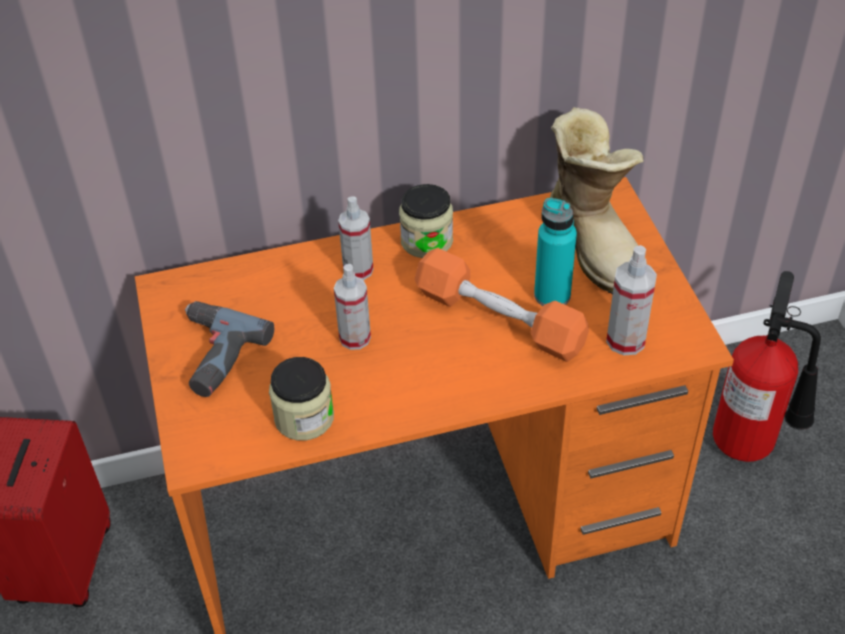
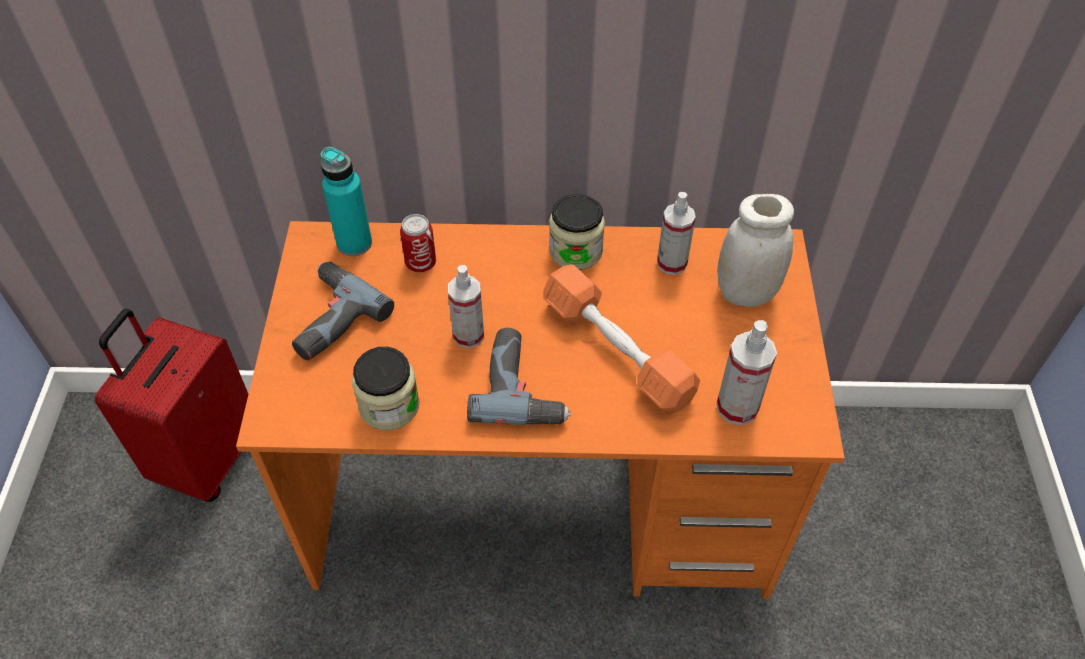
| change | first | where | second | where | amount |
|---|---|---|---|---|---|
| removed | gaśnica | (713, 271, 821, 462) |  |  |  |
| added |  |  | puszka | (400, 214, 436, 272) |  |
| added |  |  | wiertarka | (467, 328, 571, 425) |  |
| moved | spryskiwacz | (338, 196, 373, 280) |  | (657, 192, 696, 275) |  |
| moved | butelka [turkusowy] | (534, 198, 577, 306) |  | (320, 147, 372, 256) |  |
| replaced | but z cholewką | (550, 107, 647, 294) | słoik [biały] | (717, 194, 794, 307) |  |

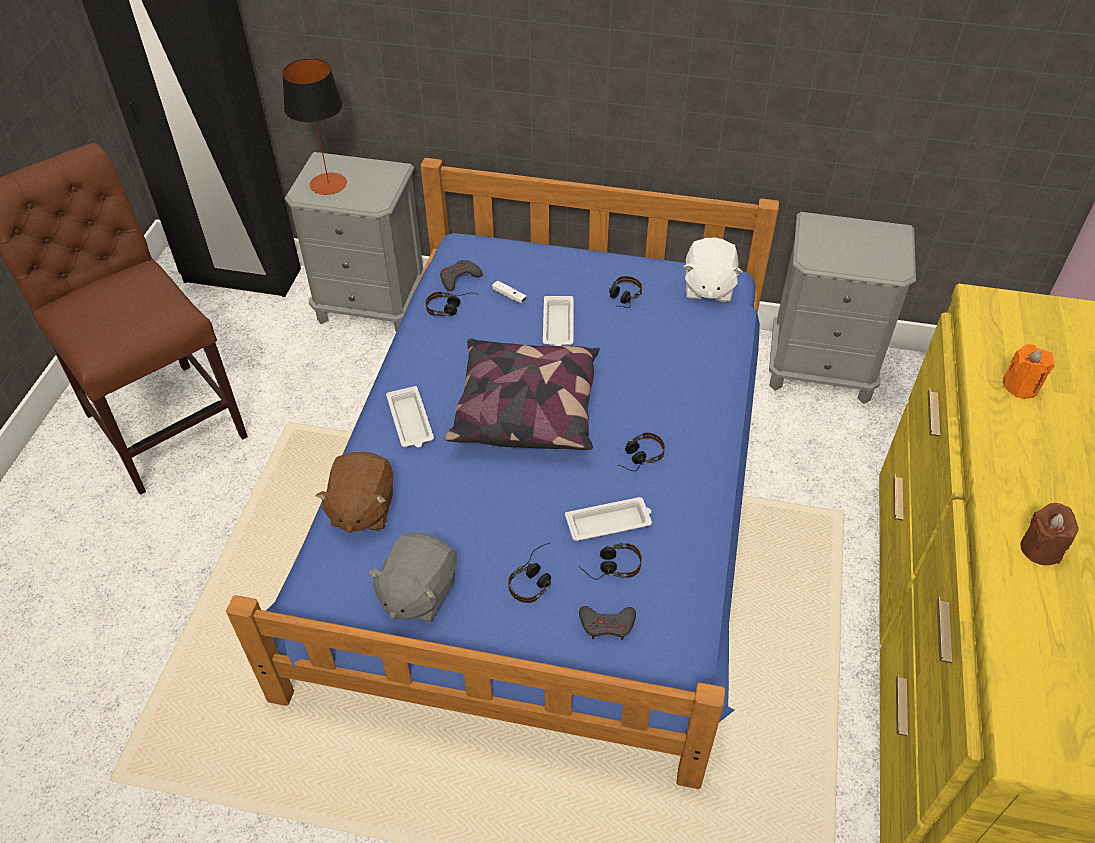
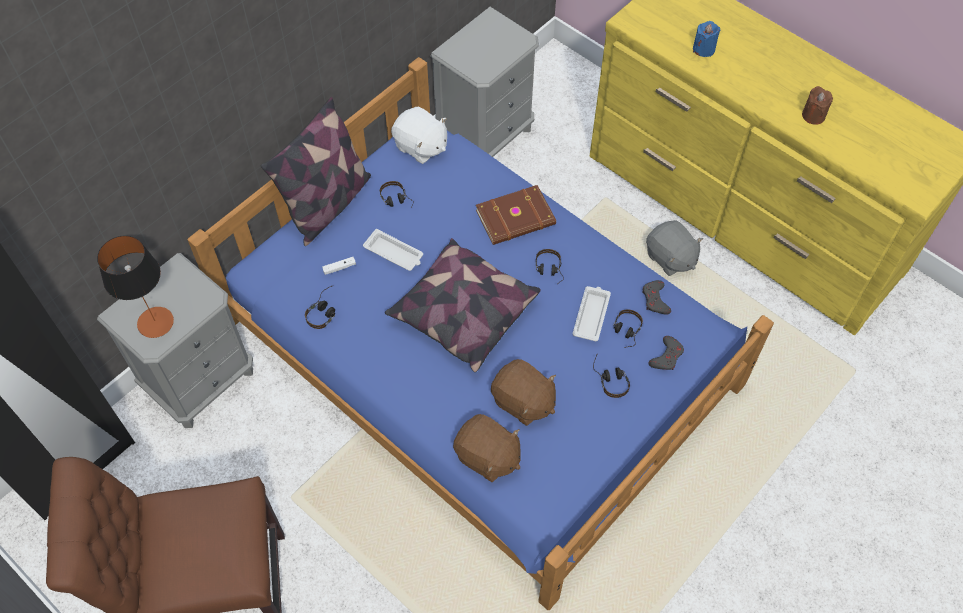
| change | first | where | second | where | amount |
|---|---|---|---|---|---|
| removed | taca [biały] | (386, 386, 434, 448) |  |  |  |
| added |  |  | poduszka | (261, 97, 371, 246) |  |
| added |  |  | książka [brązowy] | (476, 185, 556, 245) |  |
| added |  |  | pluszak [brązowy] | (491, 359, 556, 426) |  |
| moved | pluszak [szary] | (368, 533, 457, 622) |  | (646, 220, 703, 276) |  |
| moved | pad do gier [szary] | (440, 260, 483, 291) |  | (642, 280, 671, 315) |  |
| recoloured | świeca [pomarańczowy] | (1003, 344, 1055, 398) | świeca [niebieski] | (693, 21, 720, 57) |  |

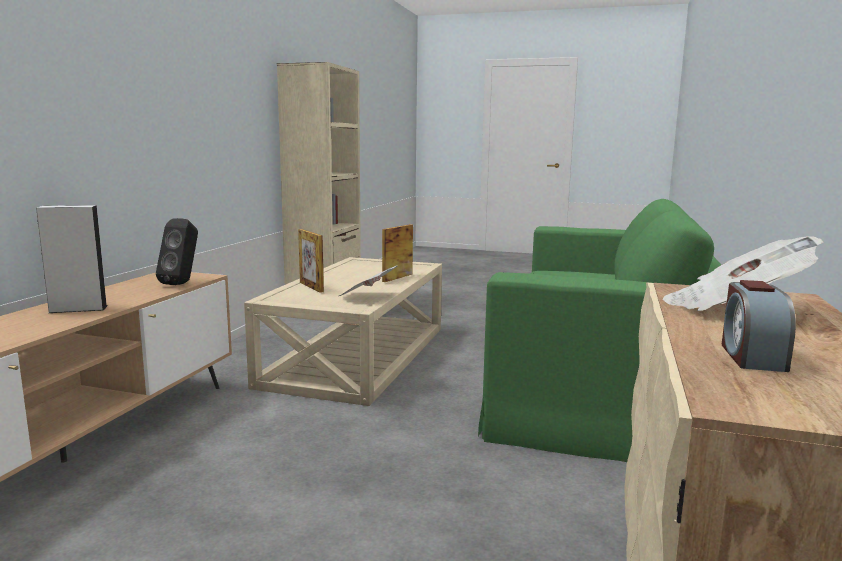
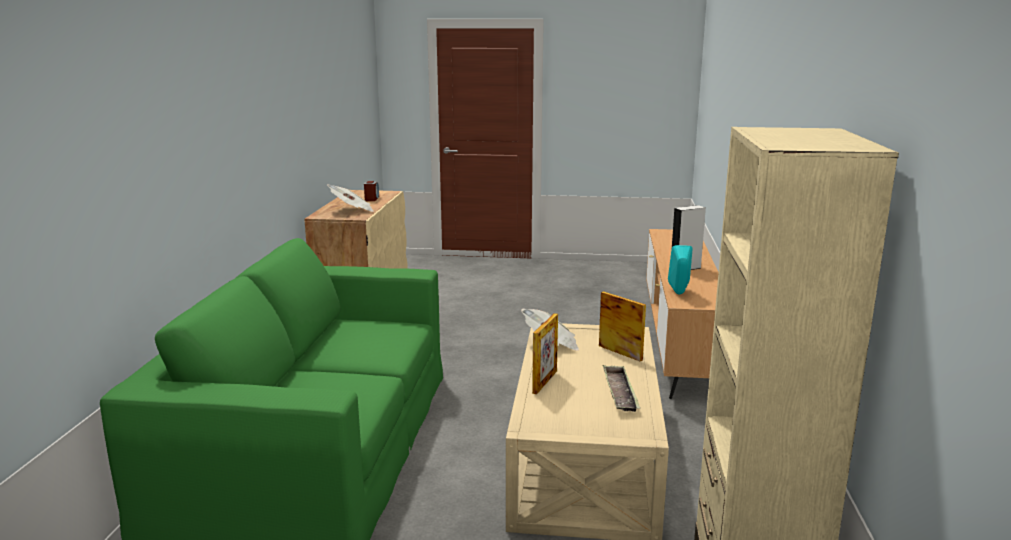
| change | first | where | second | where | amount |
|---|---|---|---|---|---|
| added |  |  | taca | (603, 366, 640, 412) |  |
| recoloured | głośnik [czarny] | (156, 218, 198, 285) | głośnik [turkusowy] | (668, 245, 692, 294) |  |

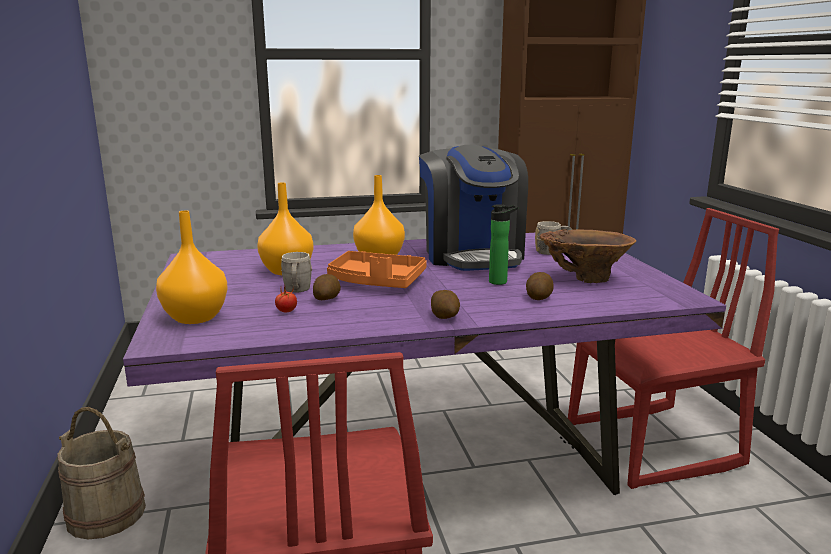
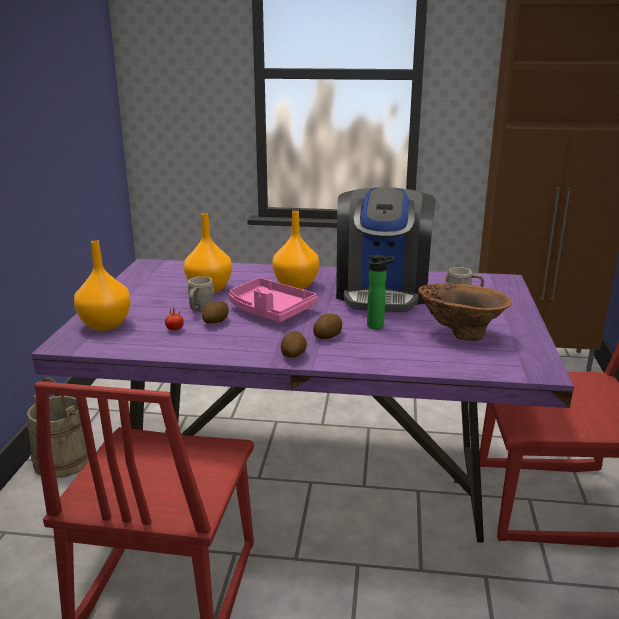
| change | first | where | second | where | amount |
|---|---|---|---|---|---|
| moved | ziemniak | (526, 272, 554, 300) |  | (313, 314, 342, 339) |  |
| recoloured | taca [pomarańczowy] | (327, 251, 427, 288) | taca [różowy] | (228, 278, 318, 322) |  |

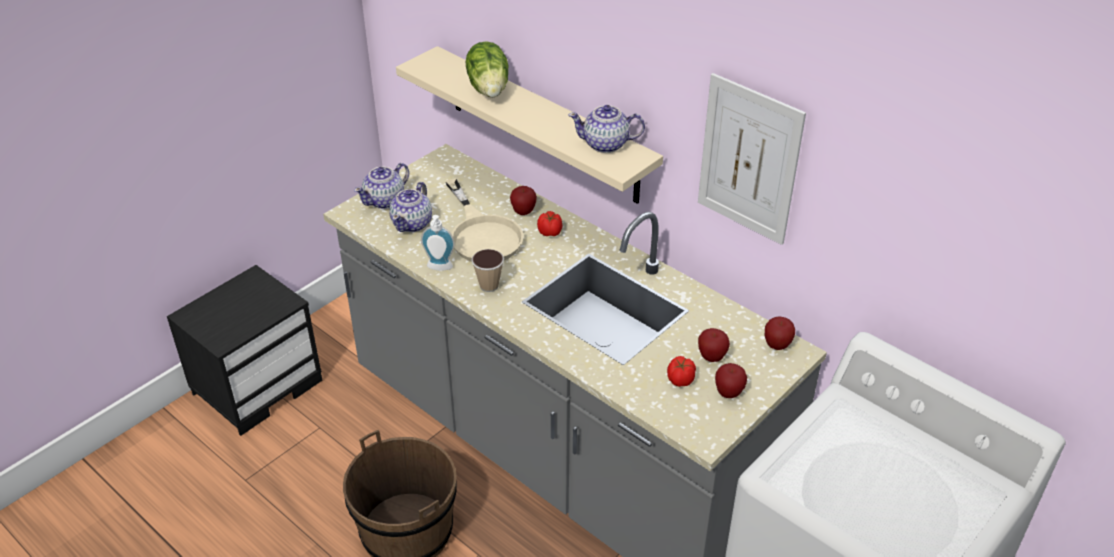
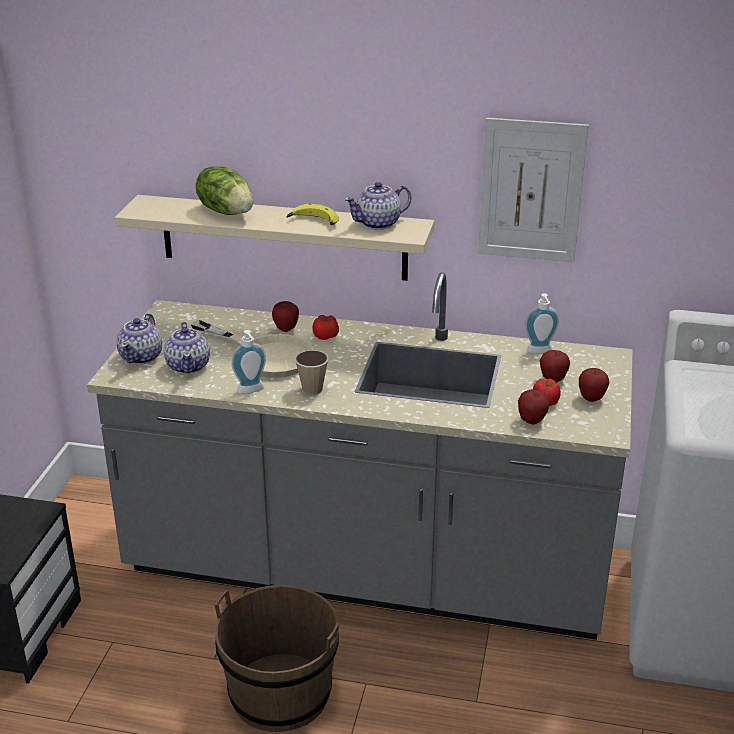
| change | first | where | second | where | amount |
|---|---|---|---|---|---|
| added |  |  | banan | (287, 204, 339, 225) |  |
| added |  |  | dozownik mydła | (525, 293, 559, 354) |  |
| moved | jabłko | (765, 316, 795, 350) |  | (518, 389, 549, 425) |  |

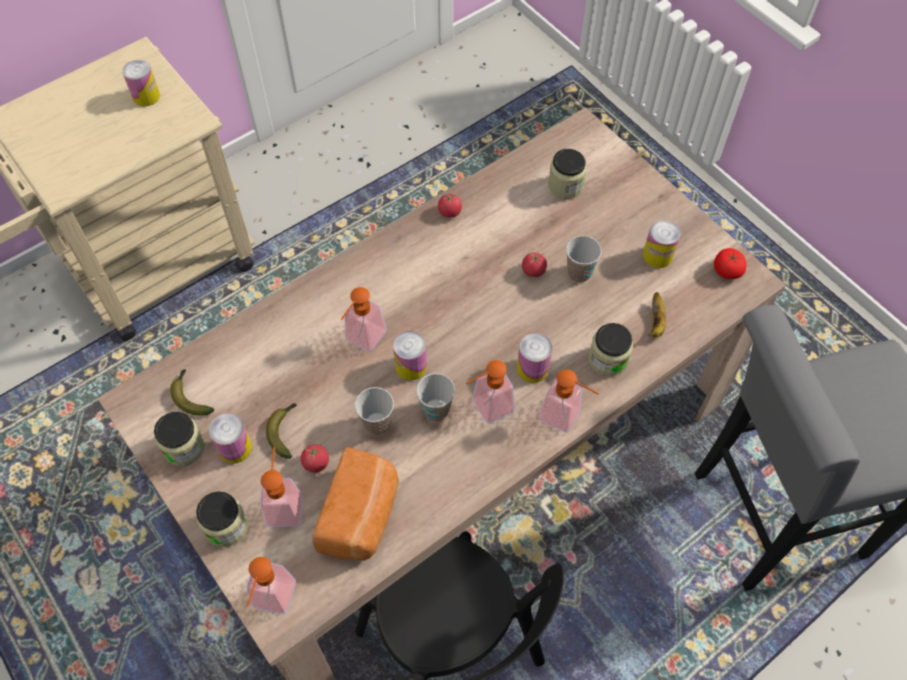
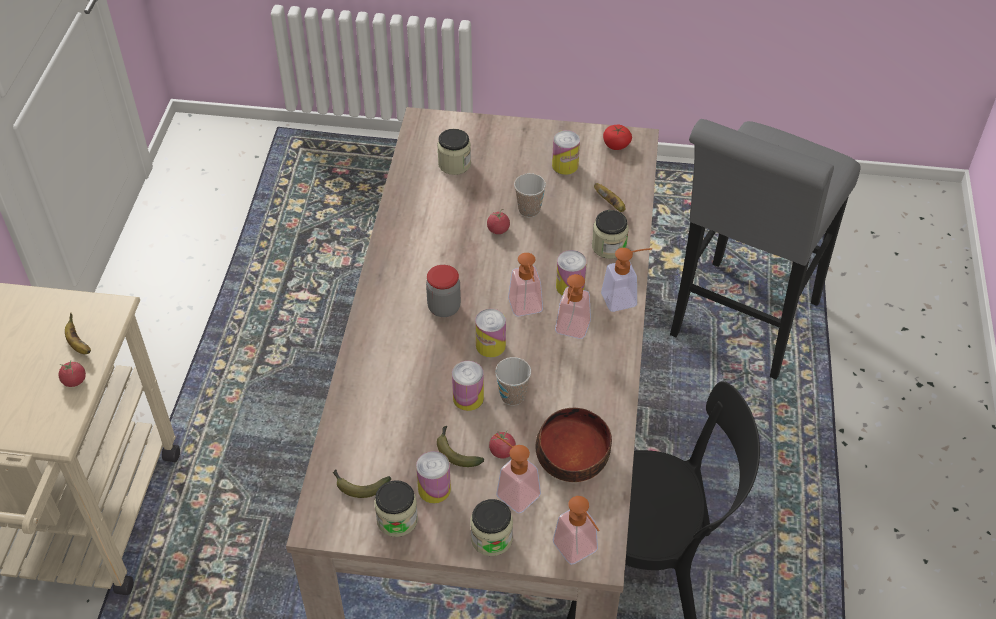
| change | first | where | second | where | amount |
|---|---|---|---|---|---|
| removed | filiżanka | (416, 373, 455, 421) |  |  |  |
| added |  |  | banan | (65, 313, 91, 354) |  |
| added |  |  | słoik | (426, 265, 461, 317) |  |
| moved | puszka | (122, 60, 160, 106) |  | (452, 361, 484, 411) |  |
| moved | dozownik mydła | (341, 287, 387, 351) |  | (508, 253, 543, 317) |  |
| moved | pomidor | (438, 192, 462, 218) |  | (59, 361, 86, 387) |  |
| replaced | chleb | (312, 447, 399, 561) | miska | (536, 408, 612, 482) |  |

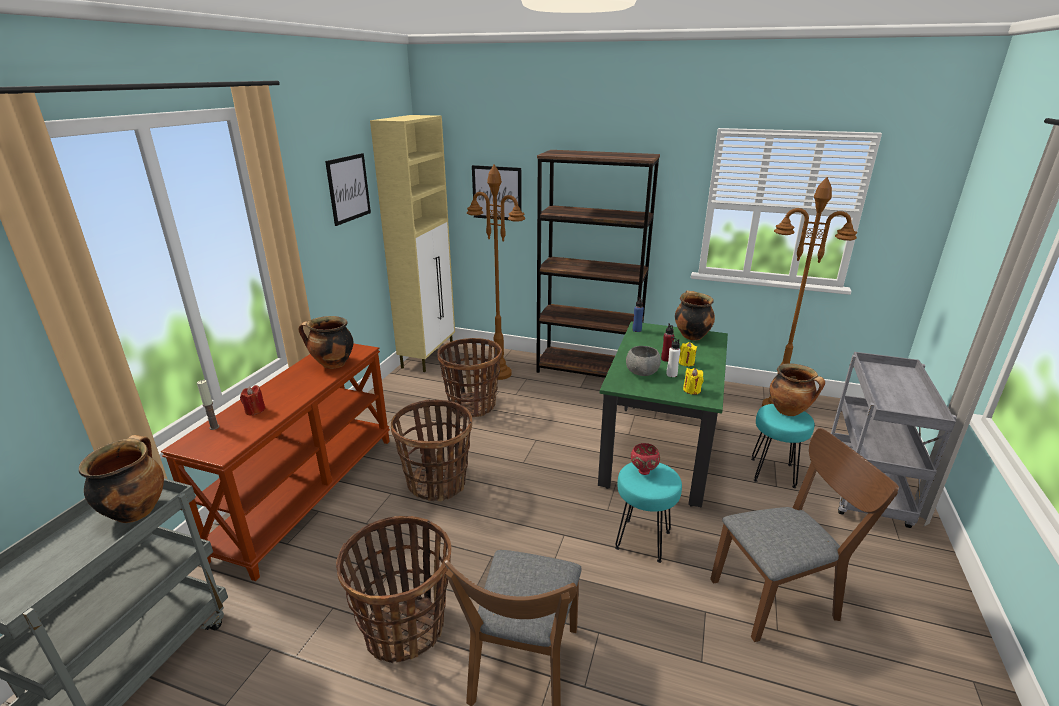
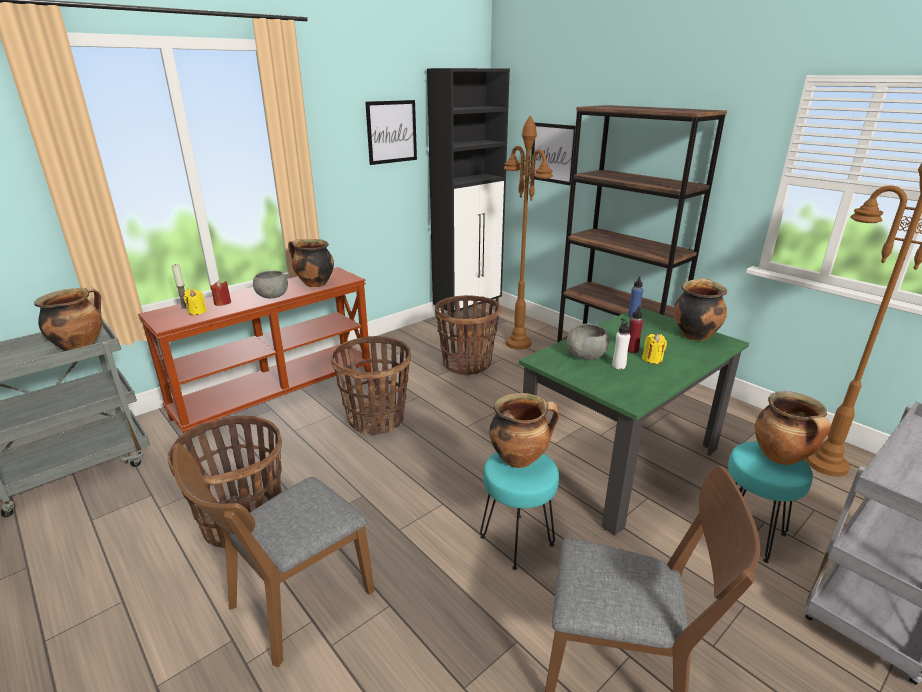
| change | first | where | second | where | amount |
|---|---|---|---|---|---|
| added |  |  | miska [szary] | (253, 271, 288, 298) |  |
| moved | świeca [żółty] | (683, 368, 703, 395) |  | (183, 289, 207, 315) |  |
| replaced | miska [czerwony] | (631, 443, 660, 475) | garnek | (490, 393, 559, 468) |  |
| recoloured | szafka [beżowy] | (370, 115, 455, 372) | szafka [czarny] | (427, 68, 510, 326) |  |

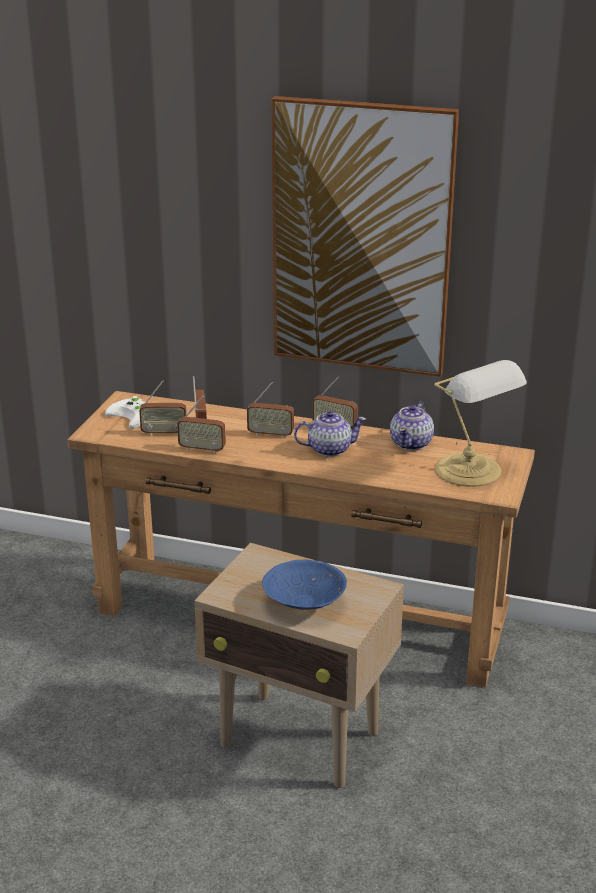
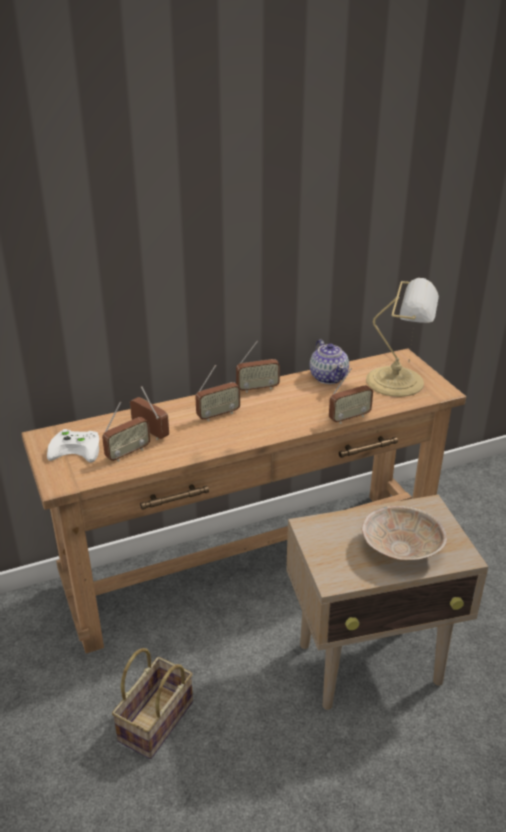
| change | first | where | second | where | amount |
|---|---|---|---|---|---|
| removed | obraz | (271, 96, 459, 377) |  |  |  |
| removed | imbryk | (294, 411, 366, 457) |  |  |  |
| added |  |  | koszyk | (112, 648, 193, 759) |  |
| moved | radio | (177, 396, 226, 454) |  | (329, 368, 373, 424) |  |
| recoloured | miska [niebieski] | (262, 560, 347, 610) | miska [beżowy] | (362, 506, 447, 560) |  |

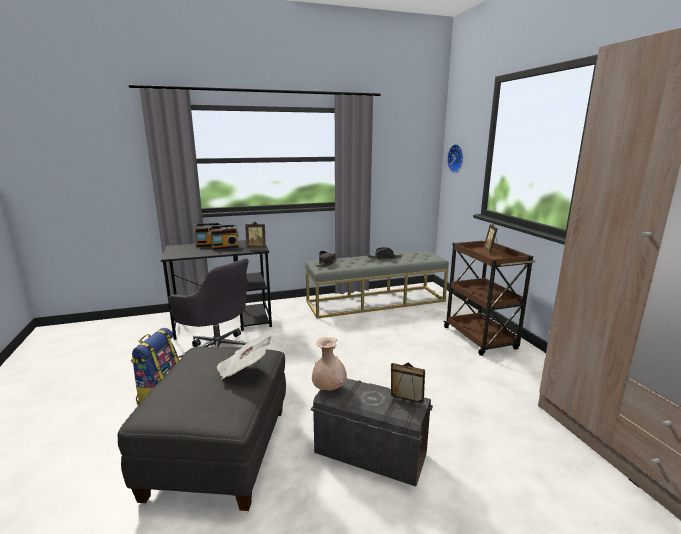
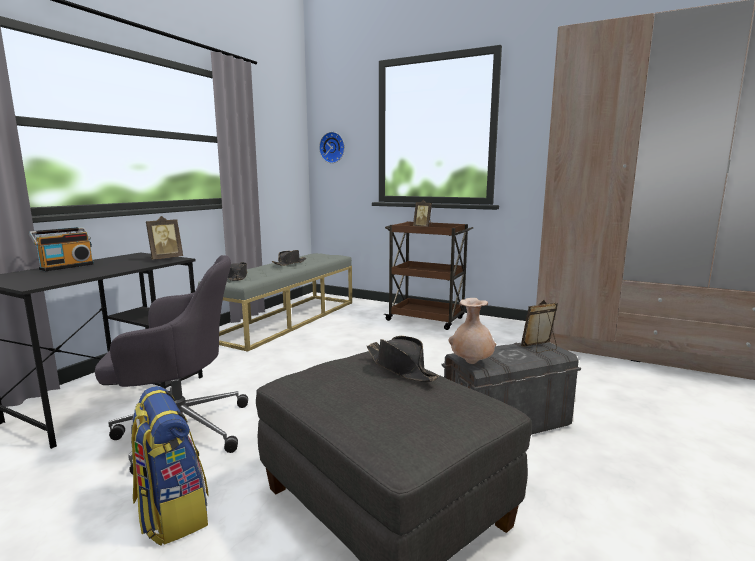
| change | first | where | second | where | amount |
|---|---|---|---|---|---|
| removed | radio | (208, 224, 239, 250) |  |  |  |
| replaced | gazeta | (217, 334, 273, 379) | kapelusz [czarny] | (367, 336, 439, 382) |  |

